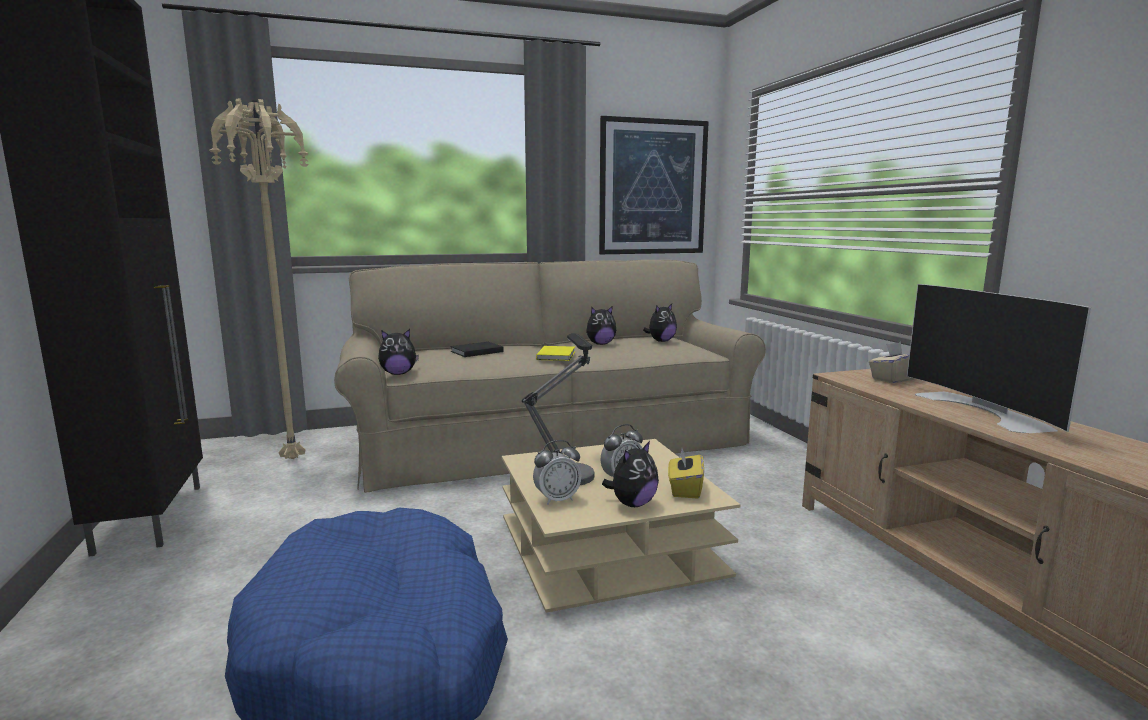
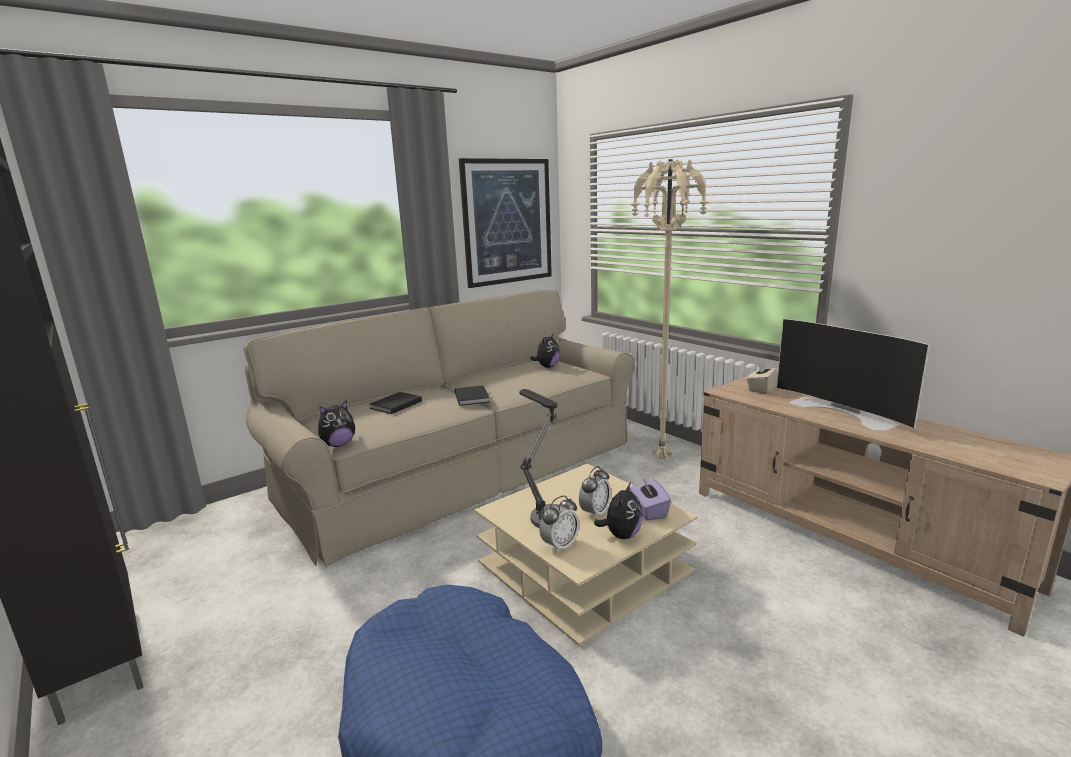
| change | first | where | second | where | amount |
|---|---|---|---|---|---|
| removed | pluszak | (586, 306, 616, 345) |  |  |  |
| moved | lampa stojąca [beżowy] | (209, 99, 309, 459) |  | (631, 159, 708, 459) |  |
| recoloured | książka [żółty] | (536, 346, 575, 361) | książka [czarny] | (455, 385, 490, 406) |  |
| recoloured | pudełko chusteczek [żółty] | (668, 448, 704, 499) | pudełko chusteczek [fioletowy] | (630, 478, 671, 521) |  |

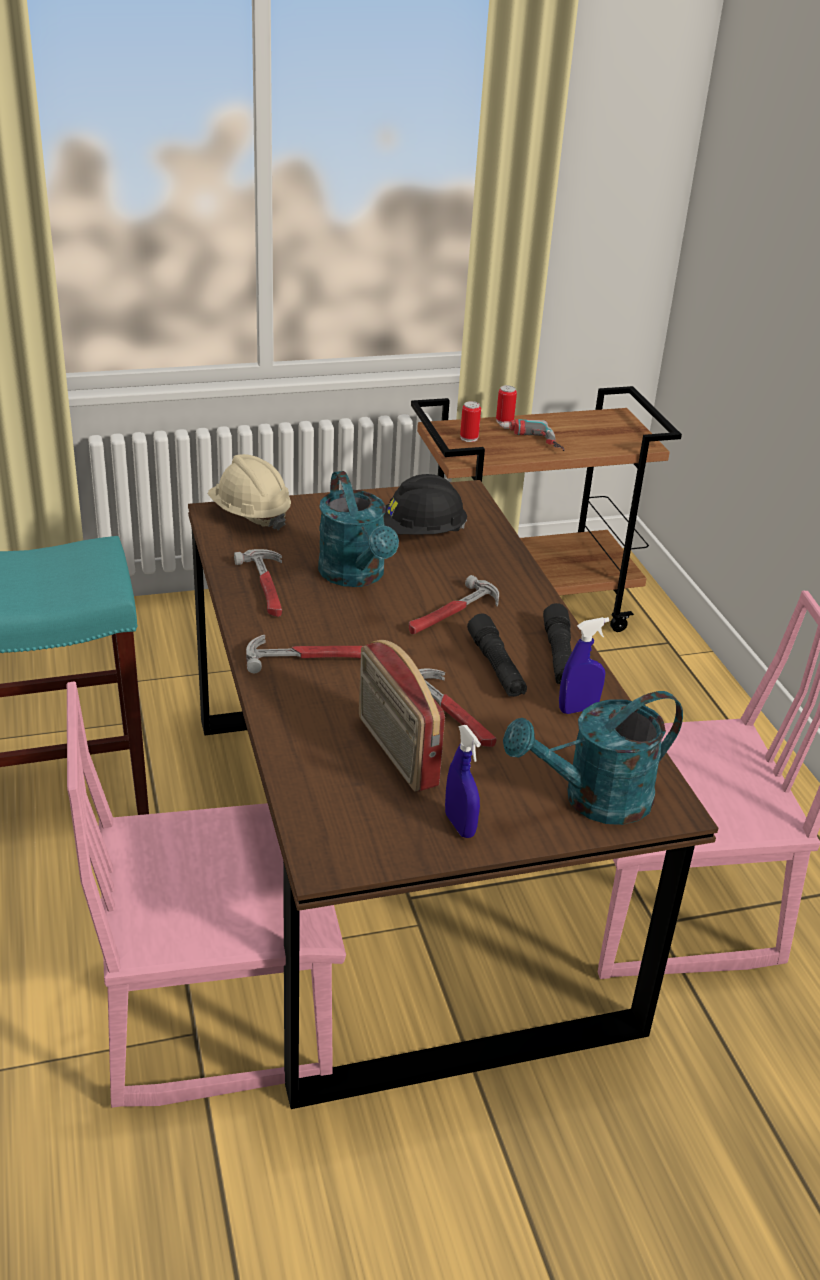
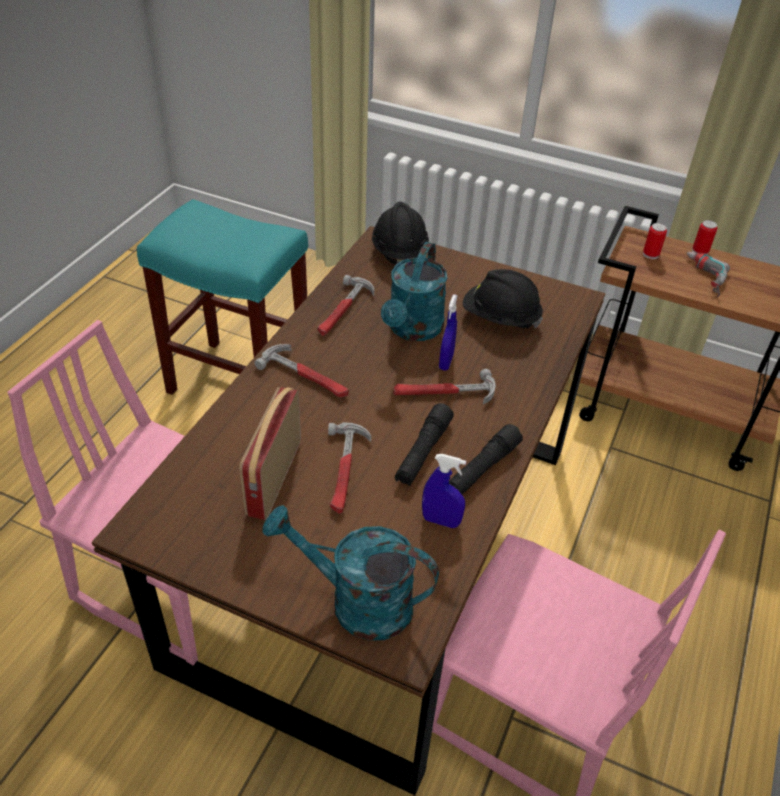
| change | first | where | second | where | amount |
|---|---|---|---|---|---|
| moved | spryskiwacz [niebieski] | (445, 725, 481, 838) |  | (439, 294, 458, 370) |  |
| recoloured | kask [beżowy] | (207, 454, 291, 530) | kask [czarny] | (372, 202, 429, 265) |  |

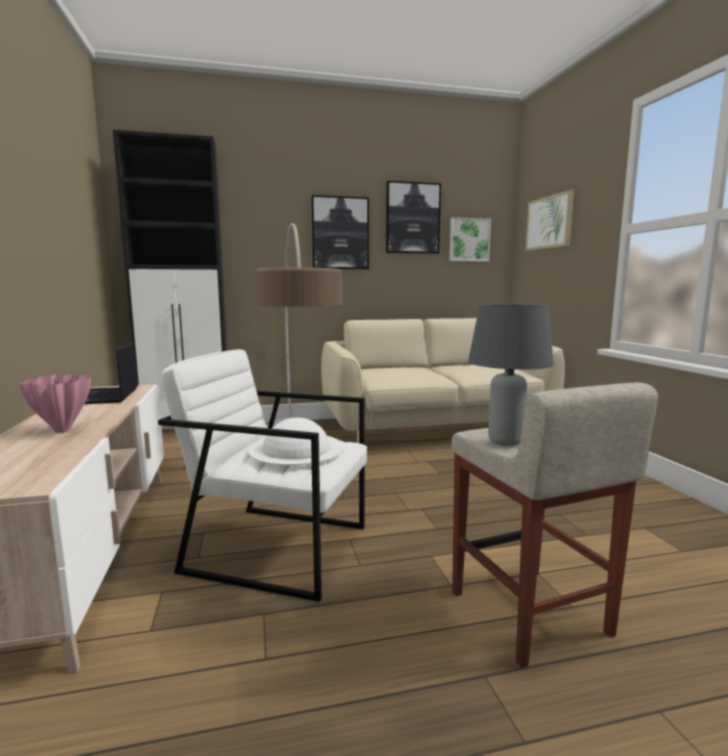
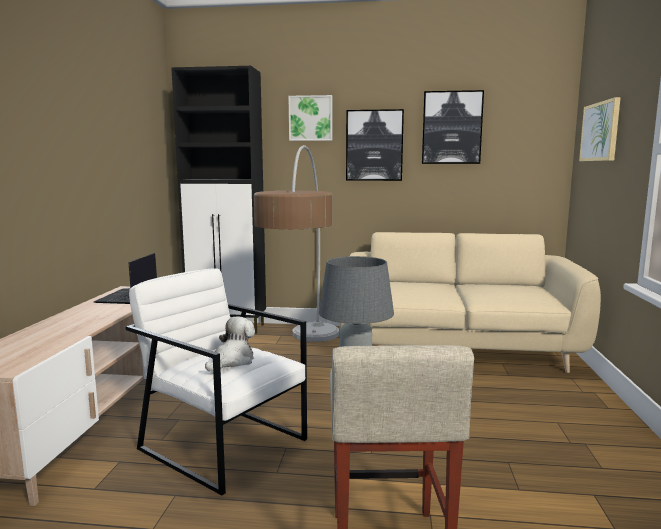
| change | first | where | second | where | amount |
|---|---|---|---|---|---|
| removed | wazon [różowy] | (19, 374, 91, 433) |  |  |  |
| moved | obraz | (449, 217, 491, 261) |  | (289, 95, 333, 141) |  |
| replaced | kapelusz [biały] | (248, 418, 344, 466) | pluszak | (205, 316, 255, 372) |  |

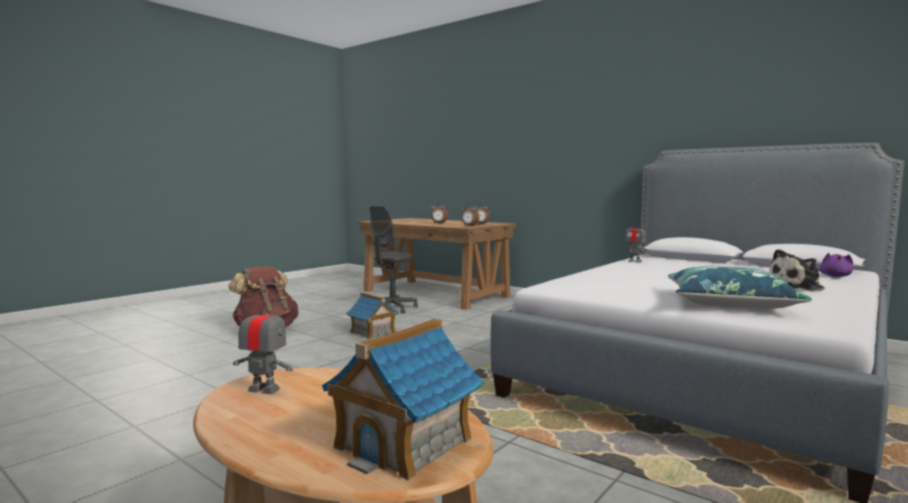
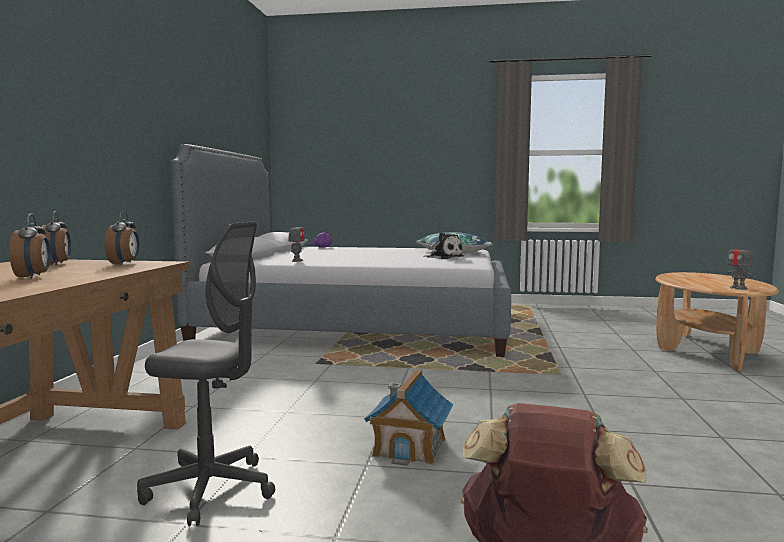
| change | first | where | second | where | amount |
|---|---|---|---|---|---|
| removed | domek | (322, 319, 484, 481) |  |  |  |
| moved | pluszak | (770, 249, 825, 291) |  | (423, 232, 464, 259) |  |

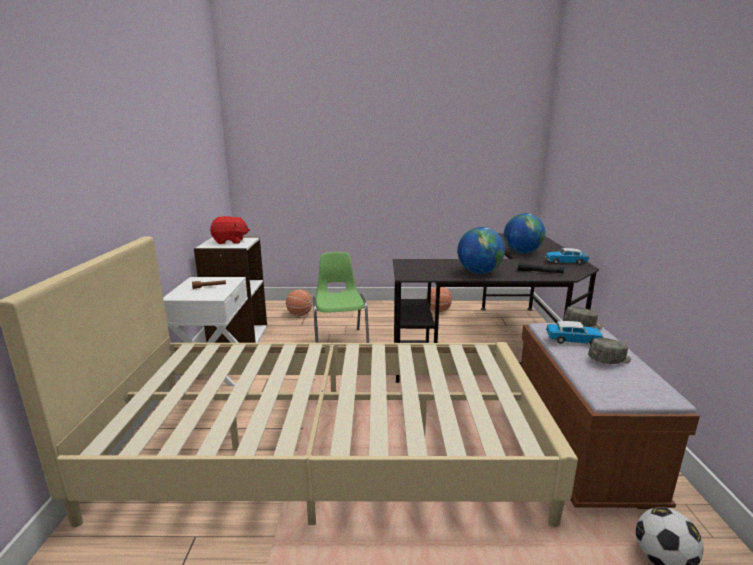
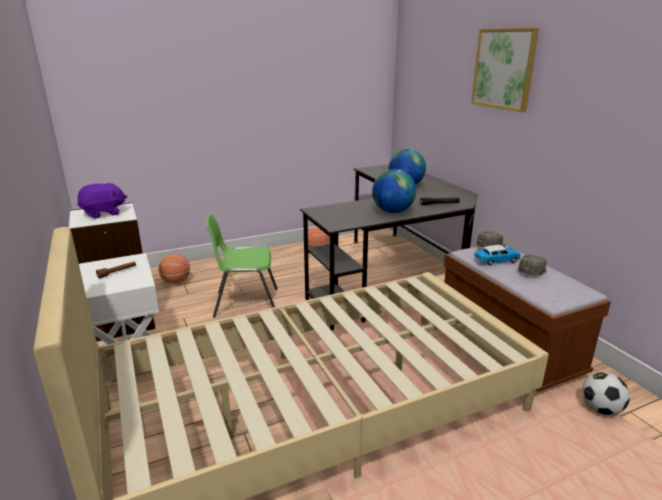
| change | first | where | second | where | amount |
|---|---|---|---|---|---|
| removed | samochodzik | (545, 248, 589, 265) |  |  |  |
| added |  |  | obraz | (471, 28, 539, 112) |  |
| recoloured | pluszak [czerwony] | (210, 216, 250, 244) | pluszak [fioletowy] | (77, 183, 127, 219) |  |
| turned | krzesło [zielony] | (313, 252, 369, 343) |  | (205, 214, 278, 318) | 60 degrees counterclockwise |

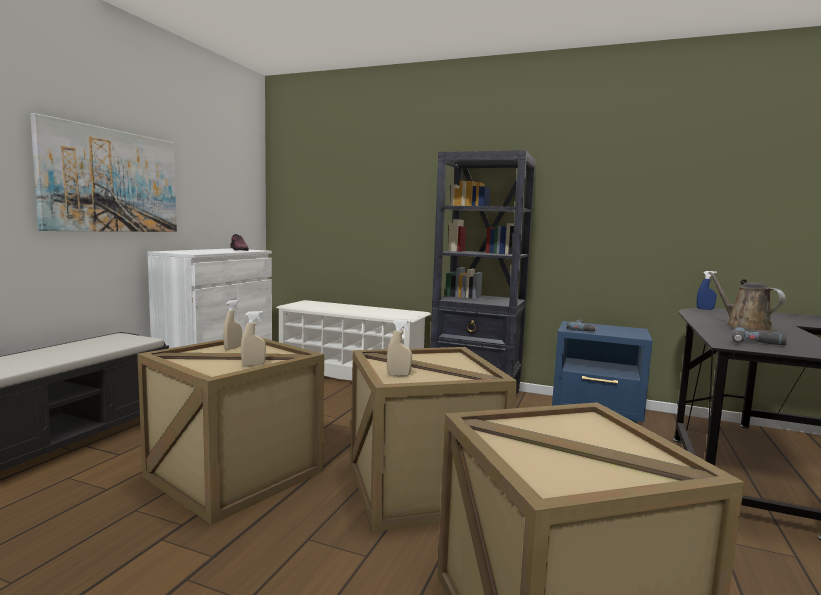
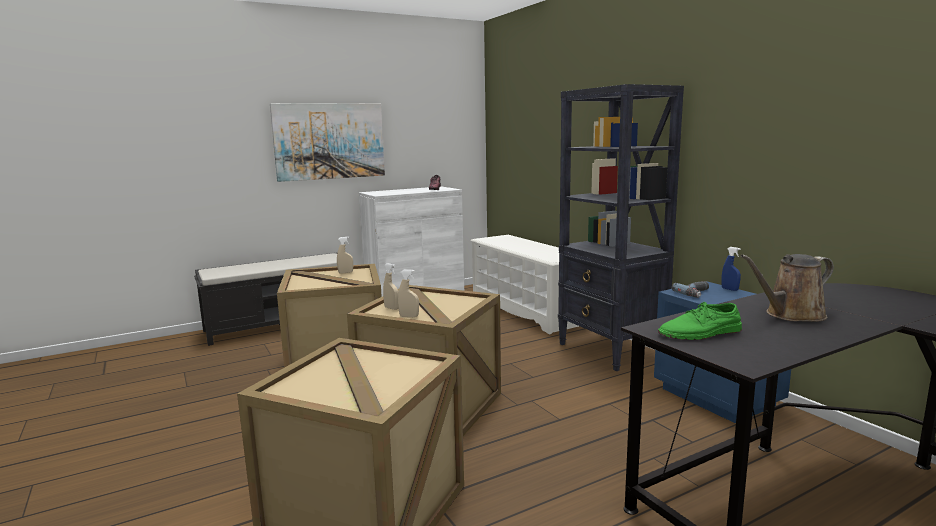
| change | first | where | second | where | amount |
|---|---|---|---|---|---|
| moved | spryskiwacz [beżowy] | (241, 311, 266, 367) |  | (398, 270, 419, 317) |  |
| moved | spryskiwacz [niebieski] | (697, 271, 717, 310) |  | (722, 247, 741, 291) |  |
| replaced | wiertarka | (732, 327, 788, 345) | but [zielony] | (658, 302, 742, 340) |  |
| turned | konewka [brązowy] | (708, 272, 785, 332) |  | (740, 254, 834, 322) | 135 degrees counterclockwise |

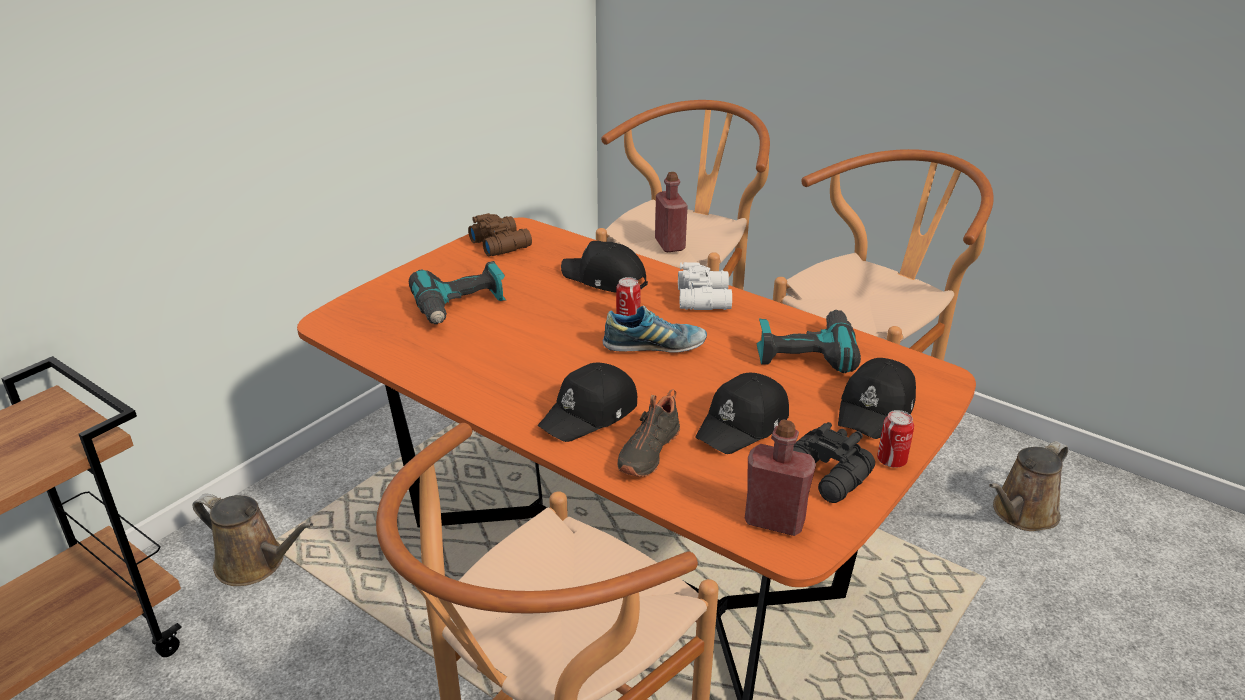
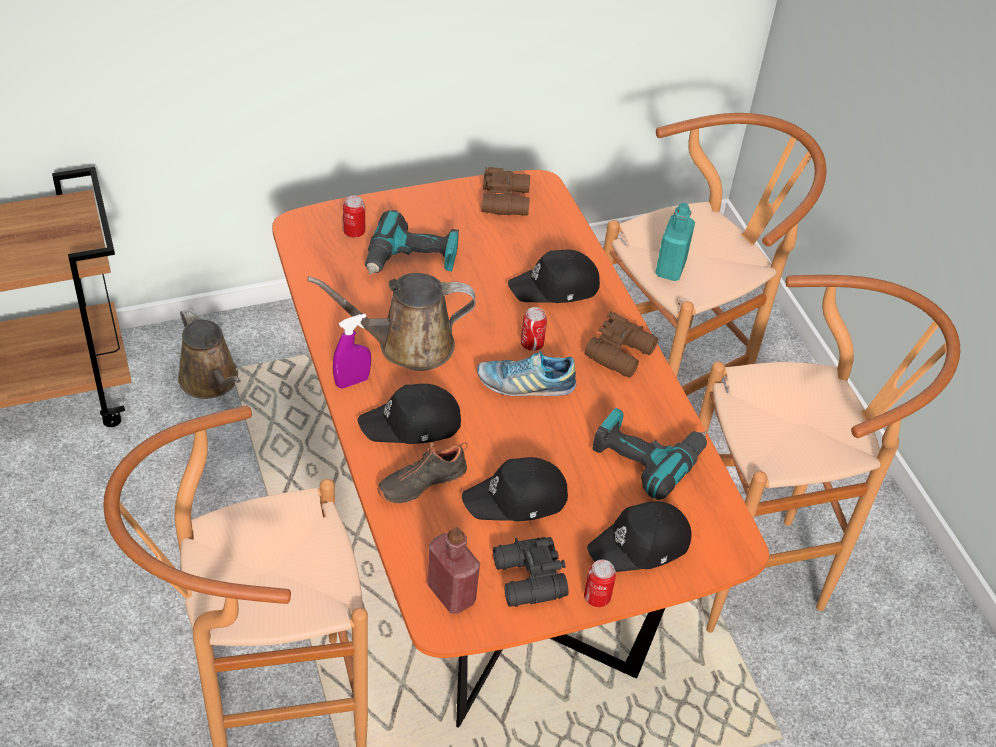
| change | first | where | second | where | amount |
|---|---|---|---|---|---|
| added |  |  | spryskiwacz [fioletowy] | (333, 314, 371, 388) |  |
| added |  |  | puszka | (343, 196, 365, 238) |  |
| moved | konewka [brązowy] | (989, 441, 1068, 531) |  | (307, 273, 476, 371) |  |
| recoloured | butelka [czerwony] | (655, 172, 688, 252) | butelka [turkusowy] | (655, 203, 695, 281) |  |
| recoloured | lornetka [biały] | (678, 262, 732, 310) | lornetka [brązowy] | (584, 311, 658, 378) |  |
| turned | czapka z daszkiem [czarny] | (561, 241, 648, 293) |  | (508, 249, 600, 303) | 75 degrees counterclockwise |
| turned | but | (603, 306, 707, 353) |  | (477, 351, 576, 396) | 150 degrees clockwise |

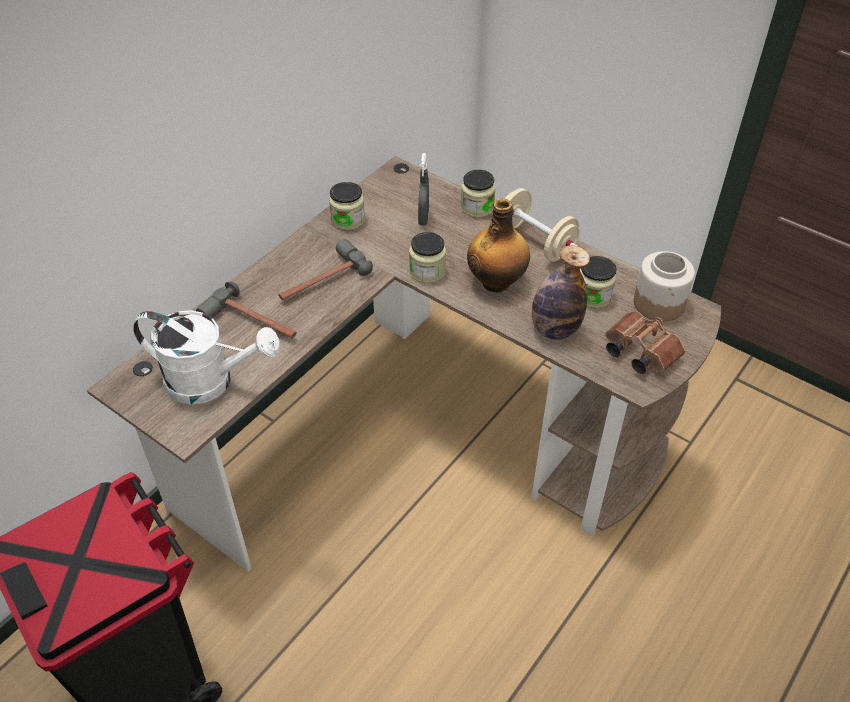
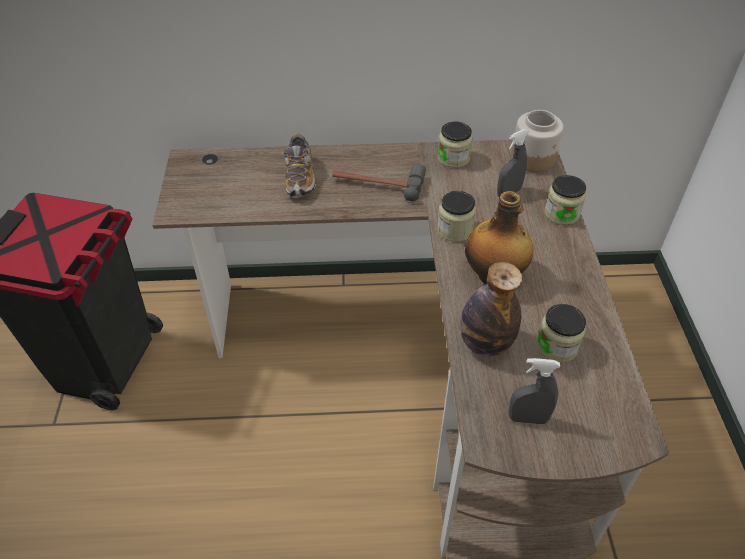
| change | first | where | second | where | amount |
|---|---|---|---|---|---|
| removed | konewka [biały] | (133, 310, 280, 405) |  |  |  |
| removed | hantel [beżowy] | (505, 188, 580, 262) |  |  |  |
| moved | słoik | (634, 251, 695, 322) |  | (511, 110, 564, 172) |  |
| replaced | młotek | (196, 282, 297, 338) | but | (284, 133, 316, 198) |  |
| replaced | lornetka [brązowy] | (606, 311, 685, 374) | spryskiwacz [szary] | (508, 358, 560, 424) |  |

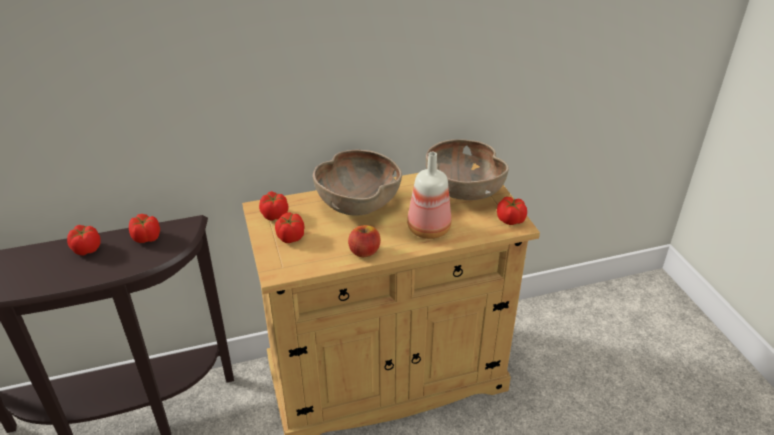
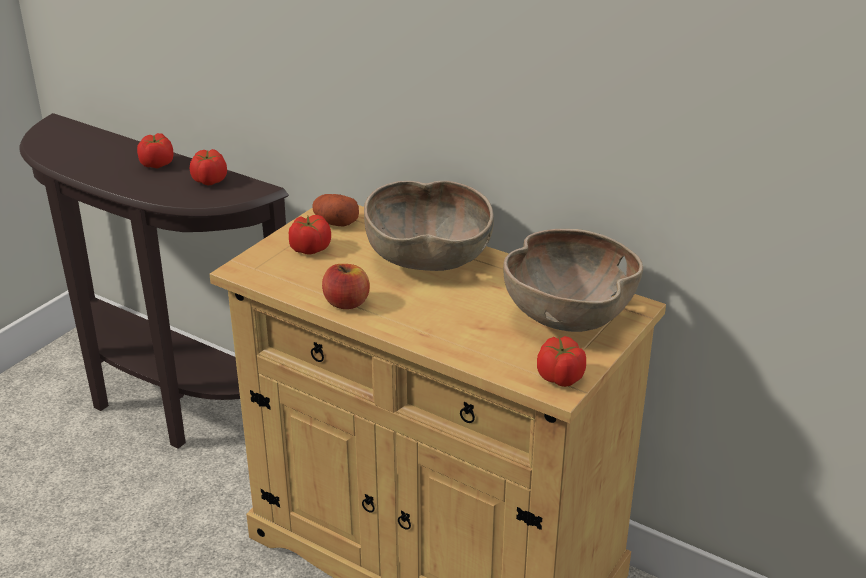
| change | first | where | second | where | amount |
|---|---|---|---|---|---|
| removed | butelka | (407, 152, 451, 239) |  |  |  |
| replaced | pomidor | (259, 191, 288, 221) | ziemniak | (312, 194, 359, 226) |  |

